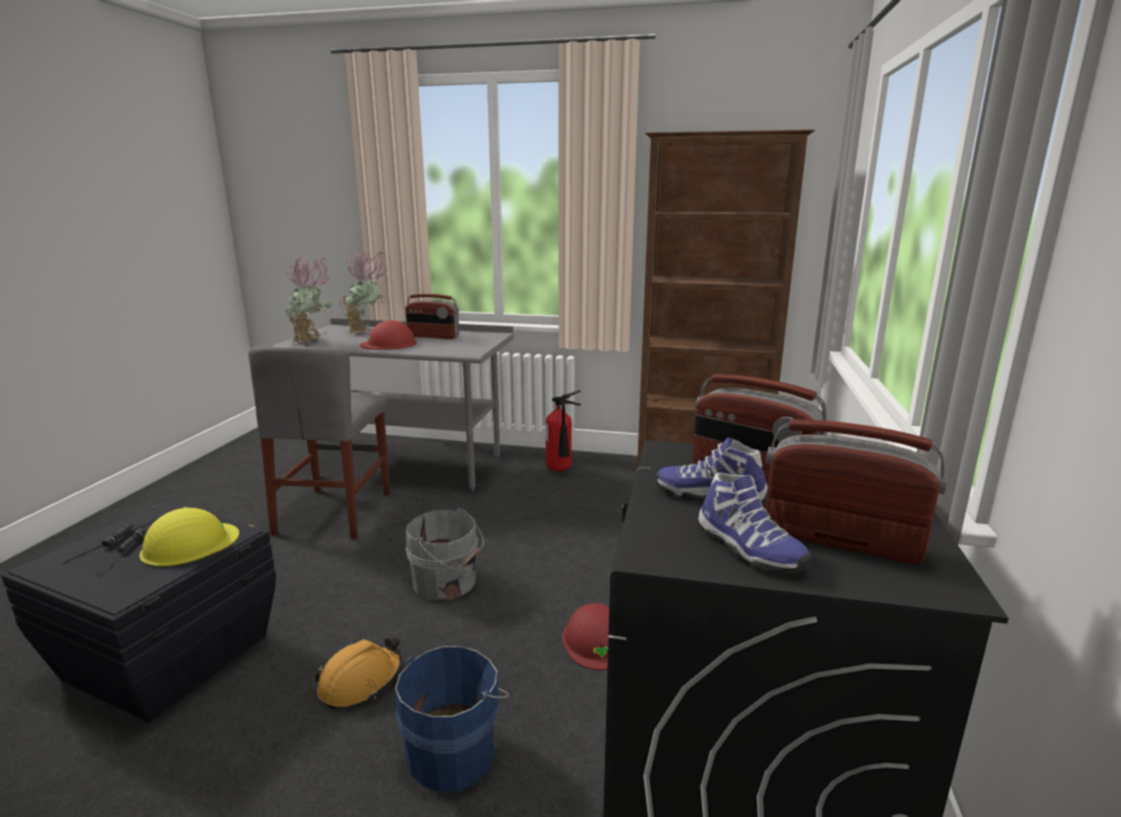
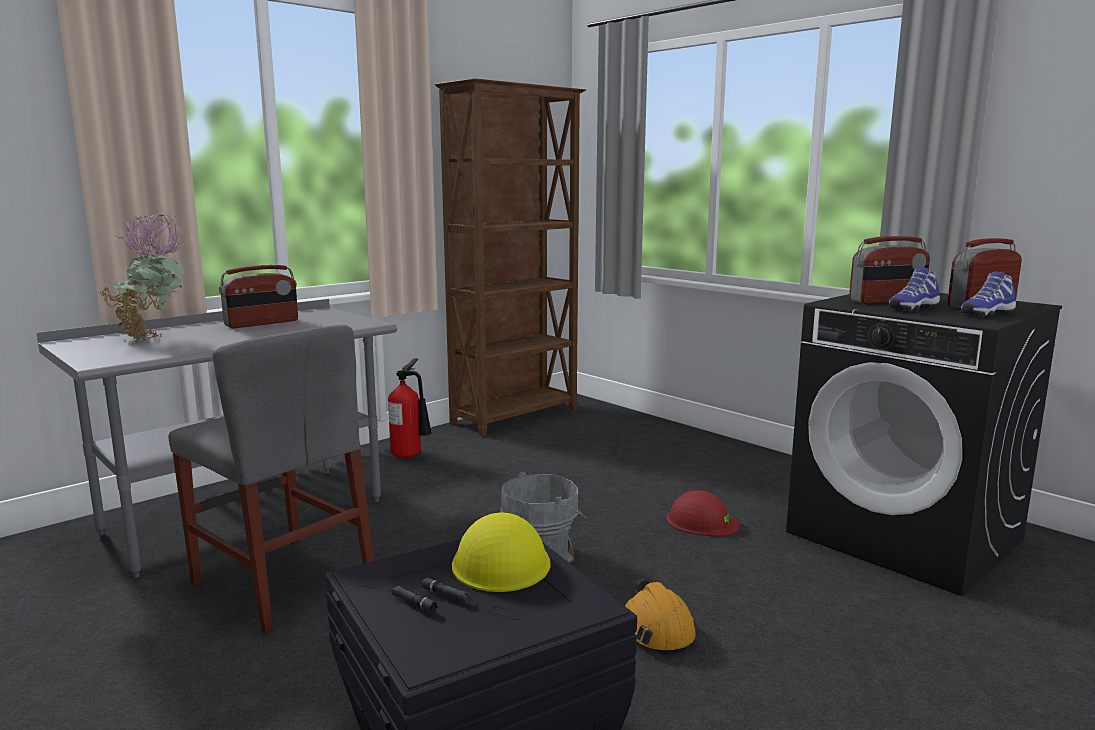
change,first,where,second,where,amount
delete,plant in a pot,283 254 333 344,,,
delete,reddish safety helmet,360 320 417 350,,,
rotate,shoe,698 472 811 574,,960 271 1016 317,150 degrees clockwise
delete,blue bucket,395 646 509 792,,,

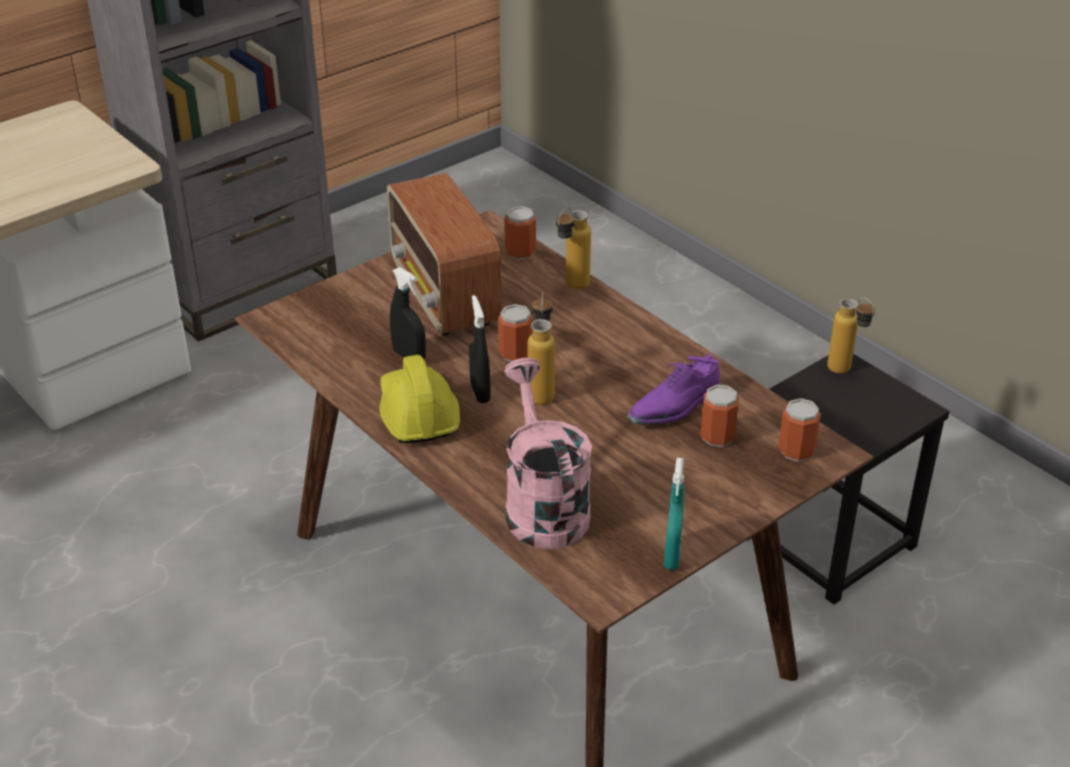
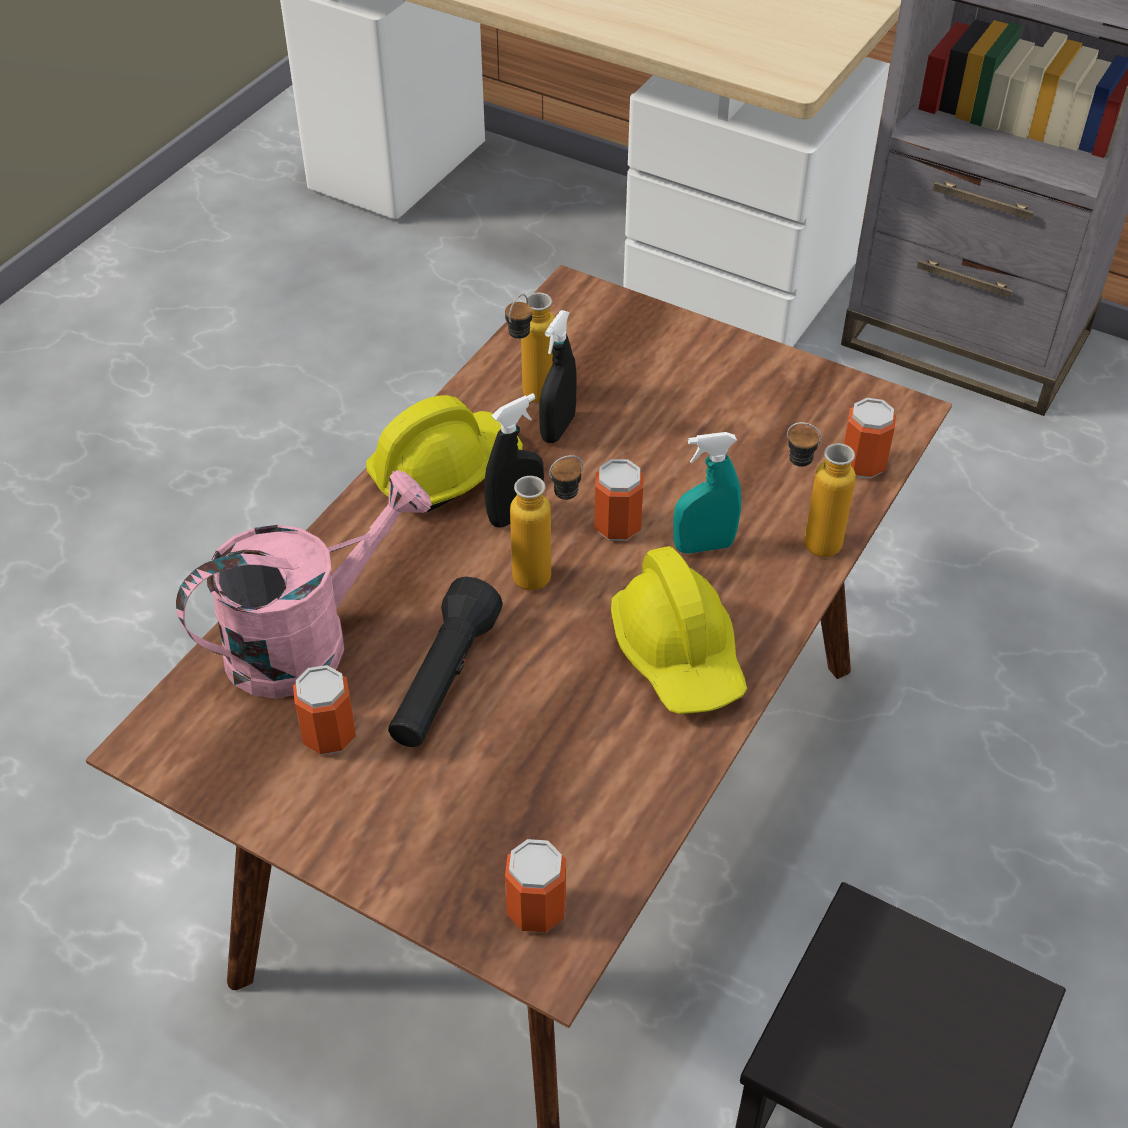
change,first,where,second,where,amount
delete,radio receiver,387 173 502 336,,,
move,bottle,827 298 875 374,,505 292 555 402,
delete,purplish shoe,627 353 720 425,,,
move,metal can,701 385 739 447,,293 665 356 755,
move,turquoise spray bottle,664 458 684 570,,673 432 741 554,
insert,,,yellowish safety helmet,611 546 747 714,
insert,,,blackish flashlight,388 577 503 747,

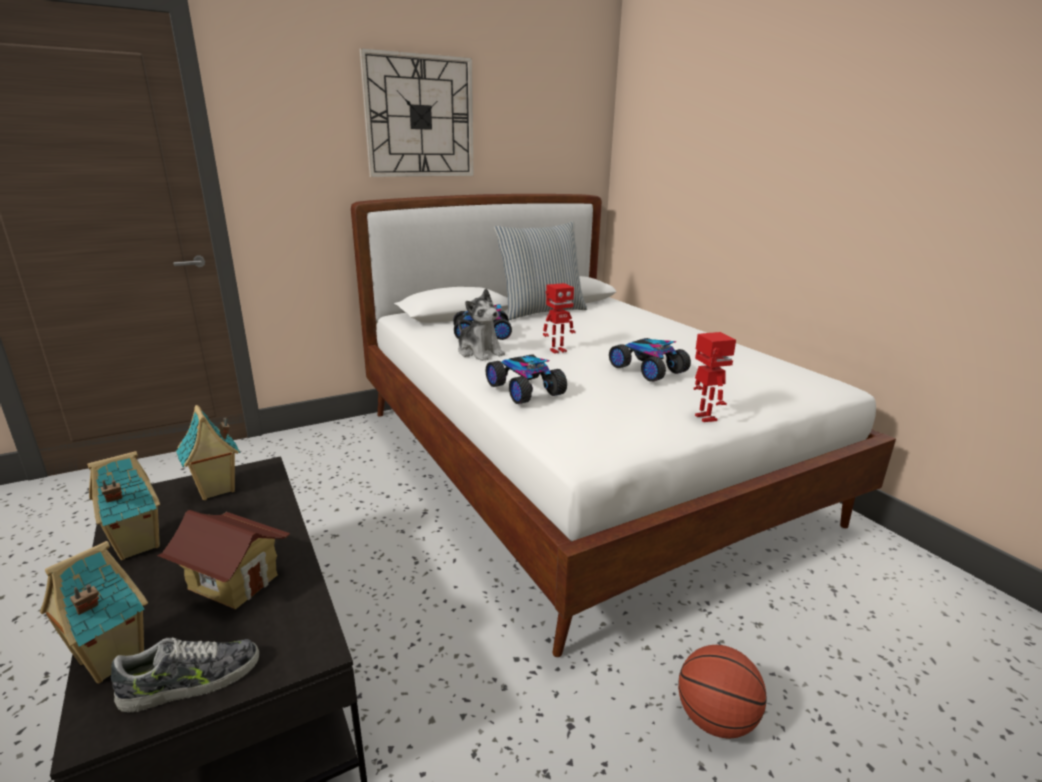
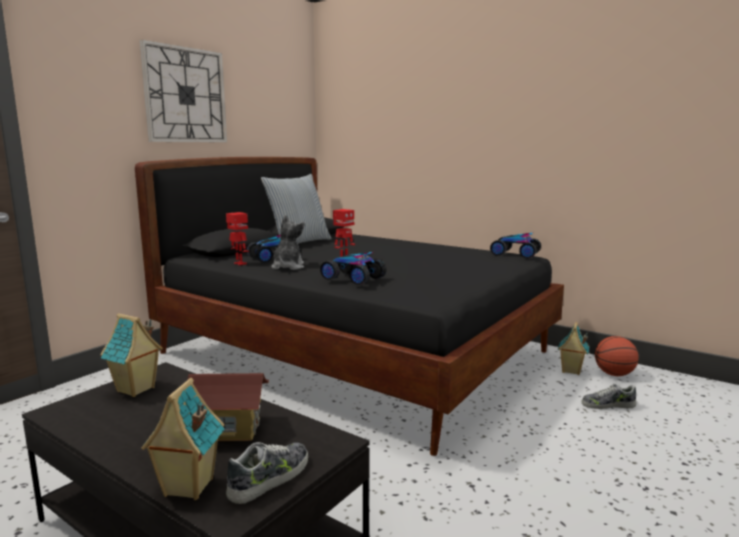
change,first,where,second,where,amount
recolor,whitish bed,351 194 896 657,blackish bed,135 157 564 456,
rotate,cuddly toy,458 289 505 361,,271 215 305 270,105 degrees counterclockwise
move,toy robot,693 332 736 422,,226 212 249 265,
move,miniature car,609 338 691 382,,490 233 541 259,
move,model house,87 451 160 560,,558 322 589 375,
move,basketball,678 645 767 739,,595 336 639 376,
insert,,,shoe,582 384 637 409,

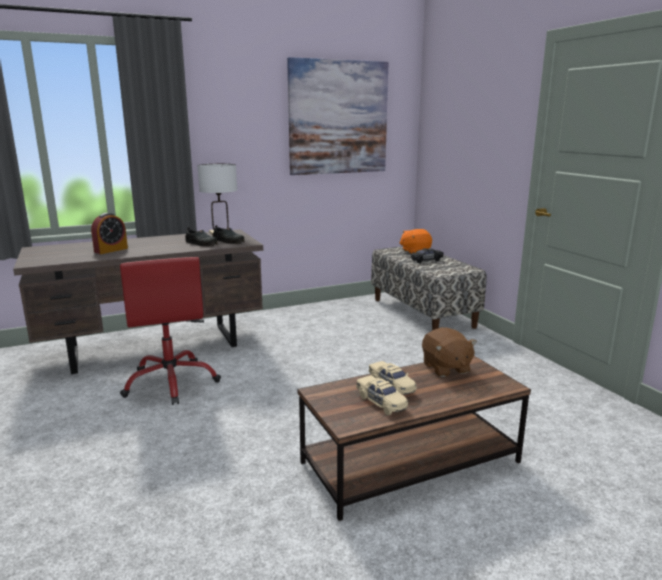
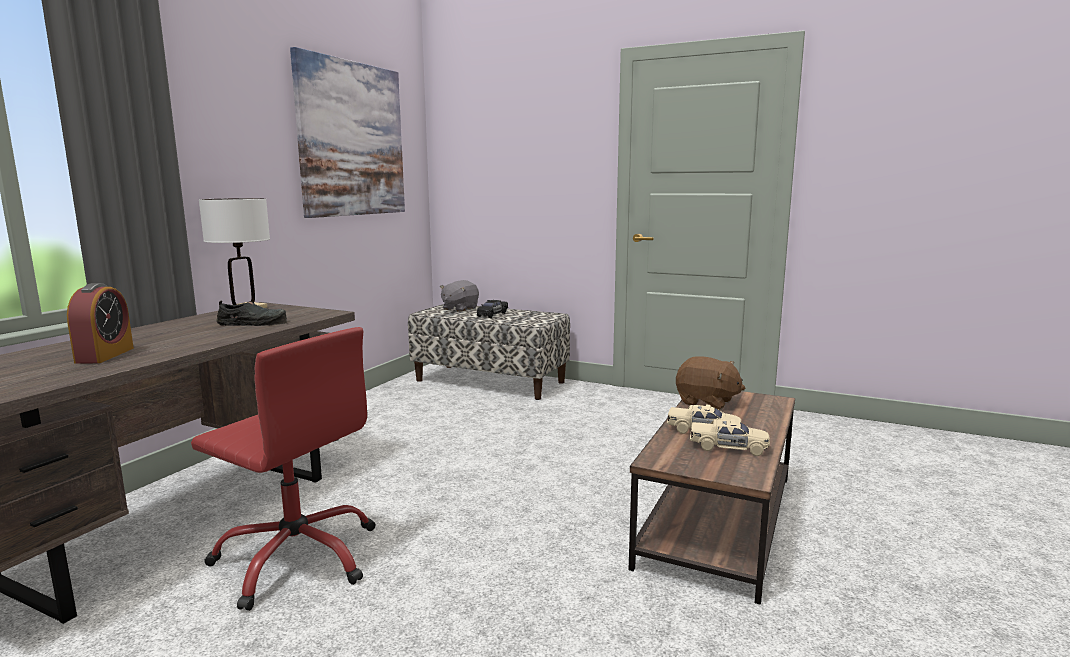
change,first,where,second,where,amount
delete,blackish shoe,213 225 244 244,,,
recolor,orange cuddly toy,400 229 432 254,gray cuddly toy,440 280 479 312,

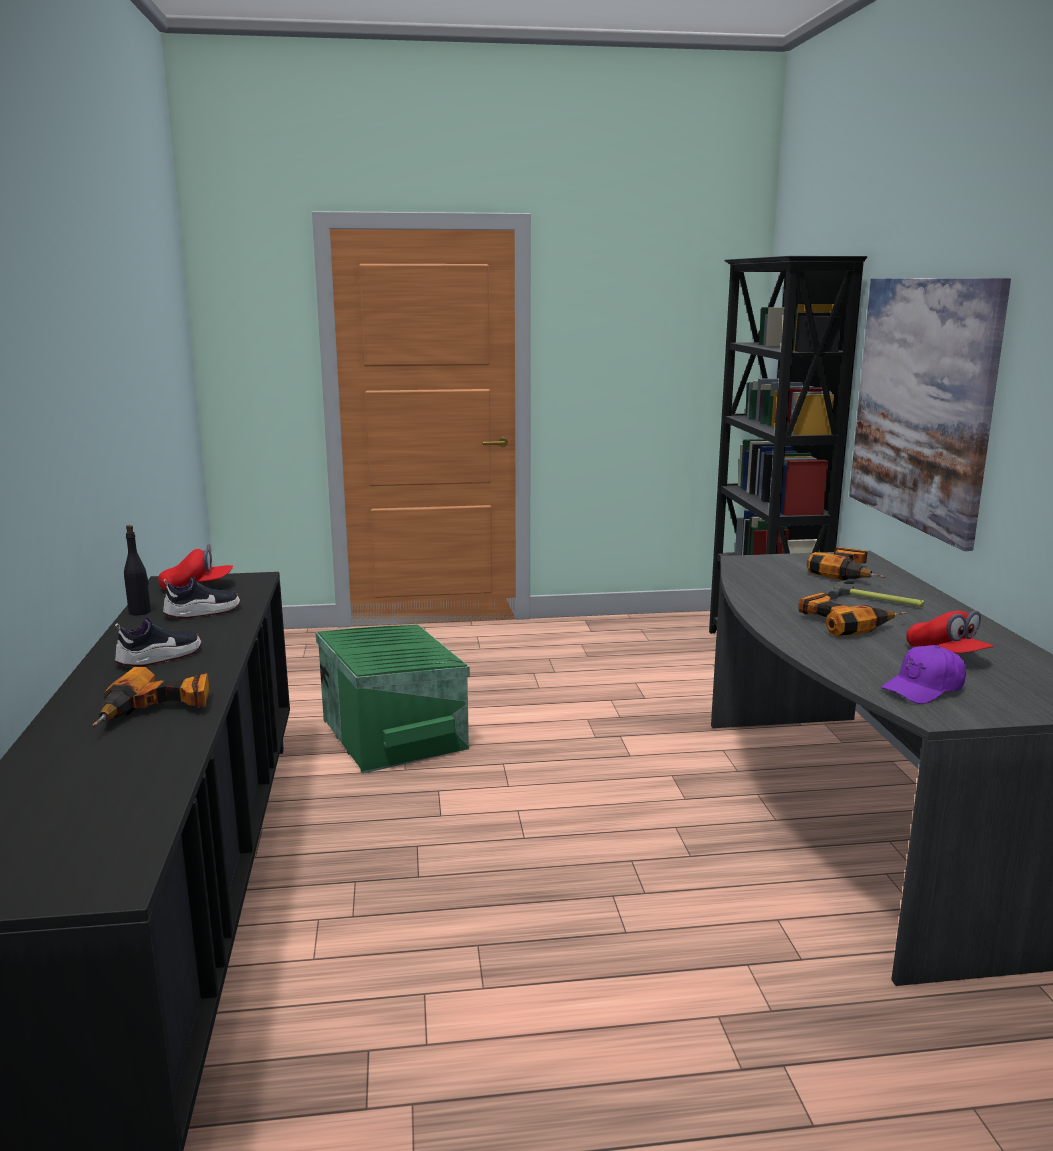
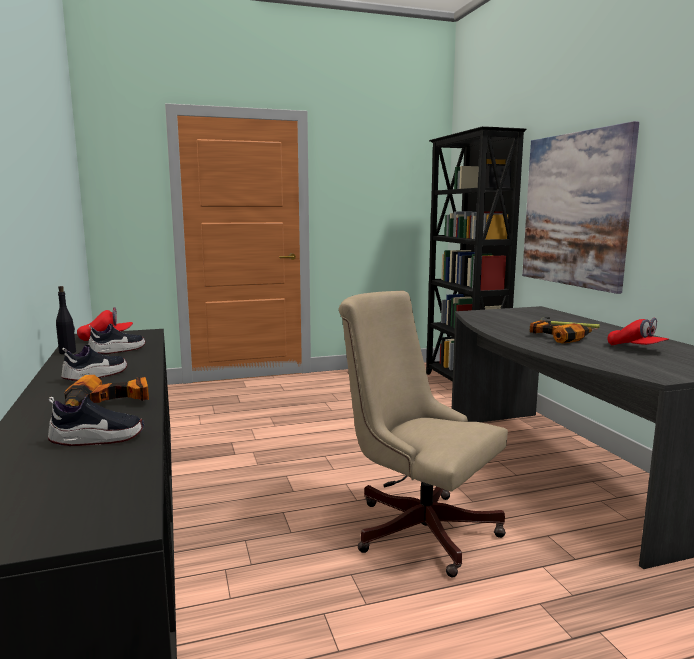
change,first,where,second,where,amount
delete,drill,807 547 885 580,,,
delete,greenish storage container,316 625 470 774,,,
delete,purplish peaked cap,881 645 966 704,,,
insert,,,beige office chair,339 291 508 577,
insert,,,shoe,48 395 144 446,

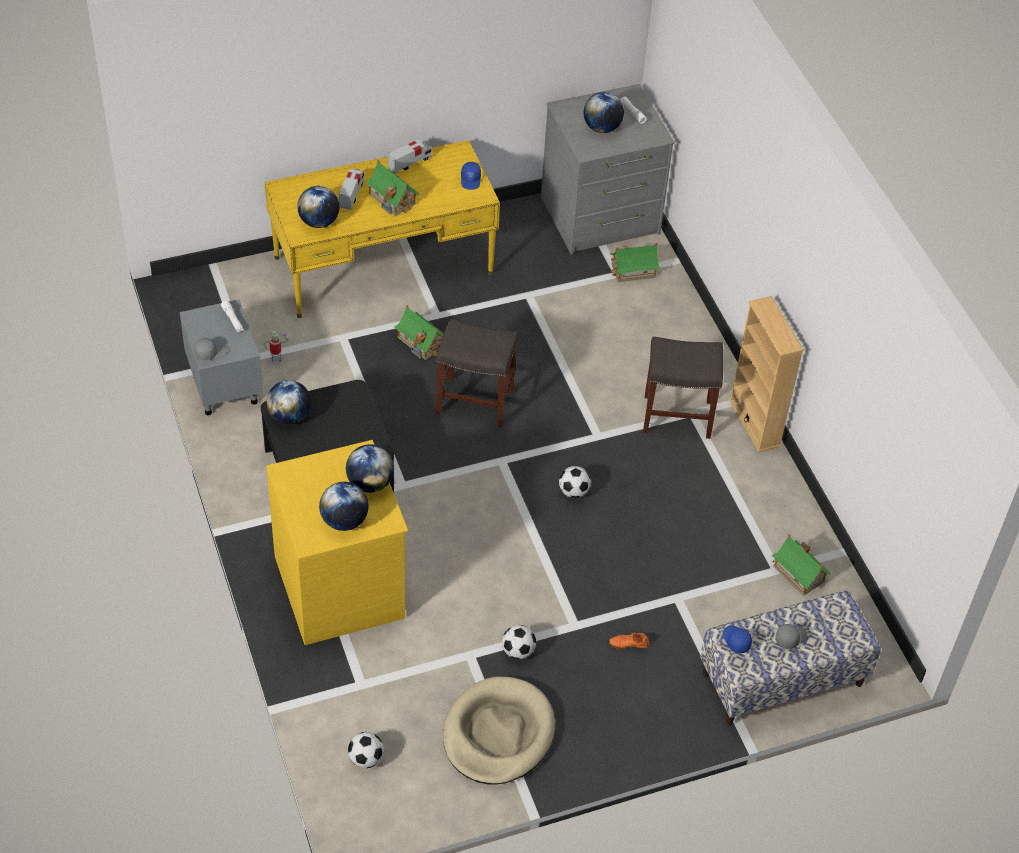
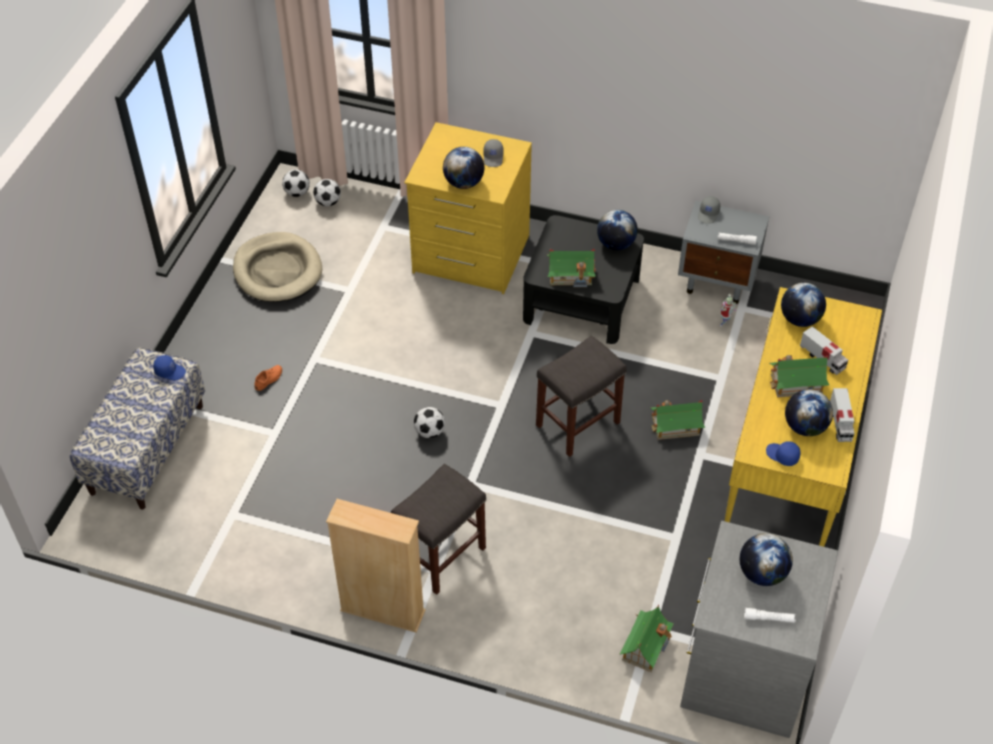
change,first,where,second,where,amount
move,world globe,319 482 369 531,,785 389 833 436,
move,model house,771 534 831 596,,547 249 596 287,
move,gray peaked cap,775 624 807 649,,484 139 503 167,
move,ball for football,502 625 536 659,,282 169 310 197,

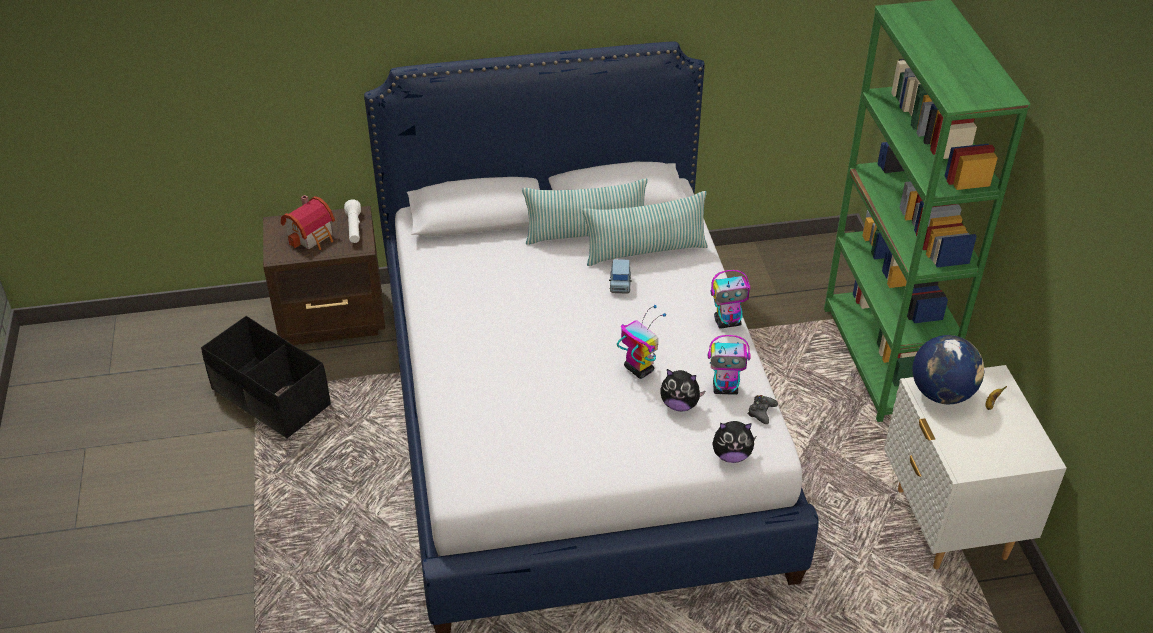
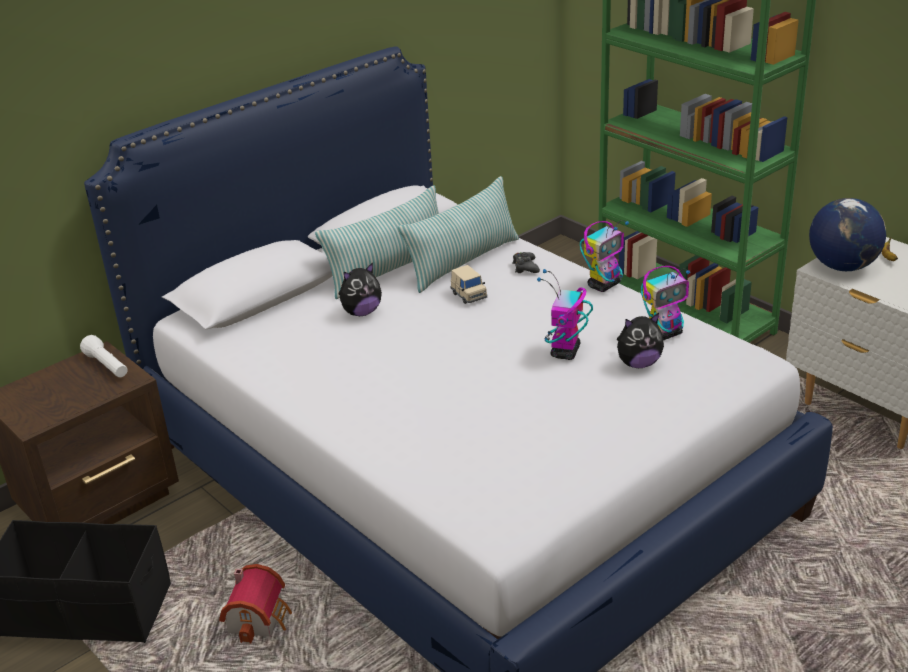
change,first,where,second,where,amount
move,model house,281 195 335 250,,219 564 292 644,
recolor,blue miniature car,609 259 632 294,beige miniature car,451 265 487 304,
rotate,toy robot,617 305 666 379,,537 269 593 360,90 degrees counterclockwise
move,blackish joypad,748 395 778 424,,512 252 540 273,
move,cuddly toy,712 421 756 463,,339 262 382 316,

